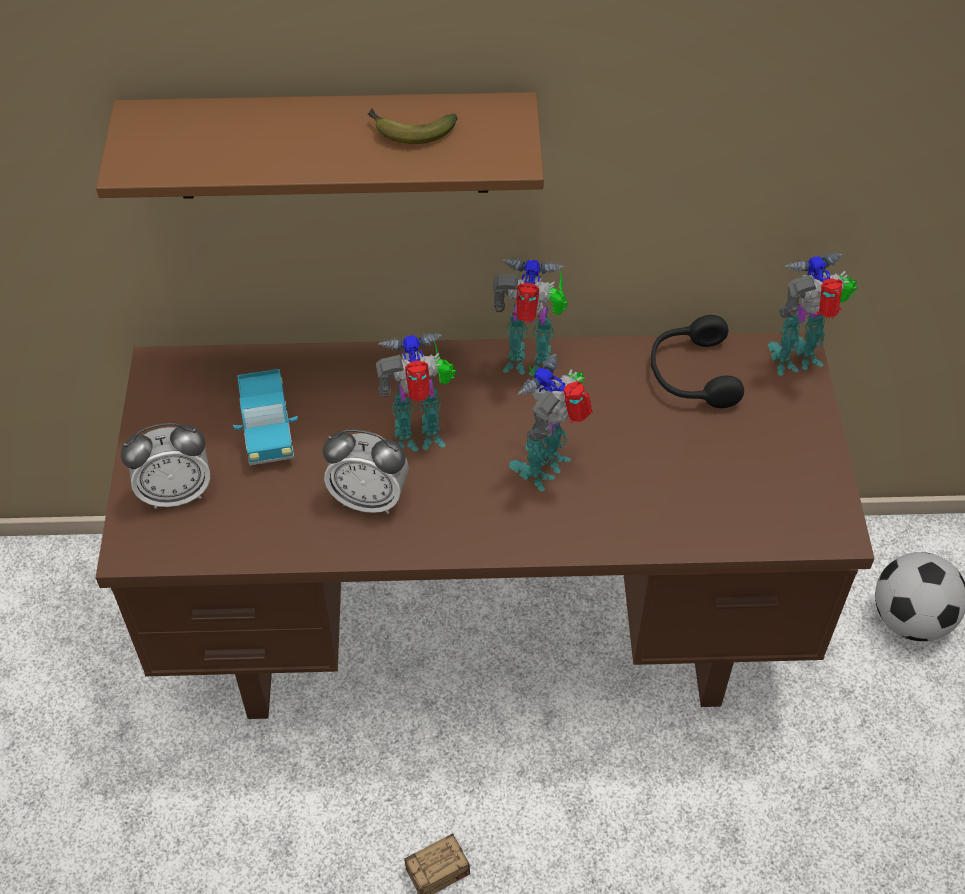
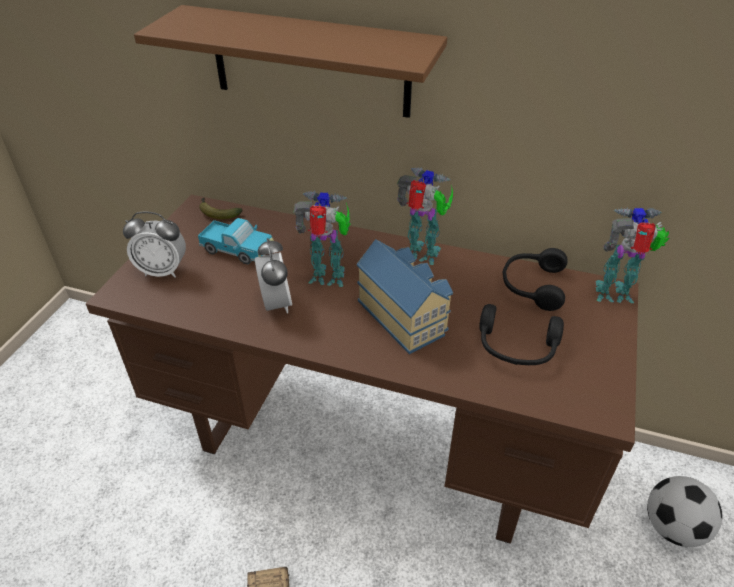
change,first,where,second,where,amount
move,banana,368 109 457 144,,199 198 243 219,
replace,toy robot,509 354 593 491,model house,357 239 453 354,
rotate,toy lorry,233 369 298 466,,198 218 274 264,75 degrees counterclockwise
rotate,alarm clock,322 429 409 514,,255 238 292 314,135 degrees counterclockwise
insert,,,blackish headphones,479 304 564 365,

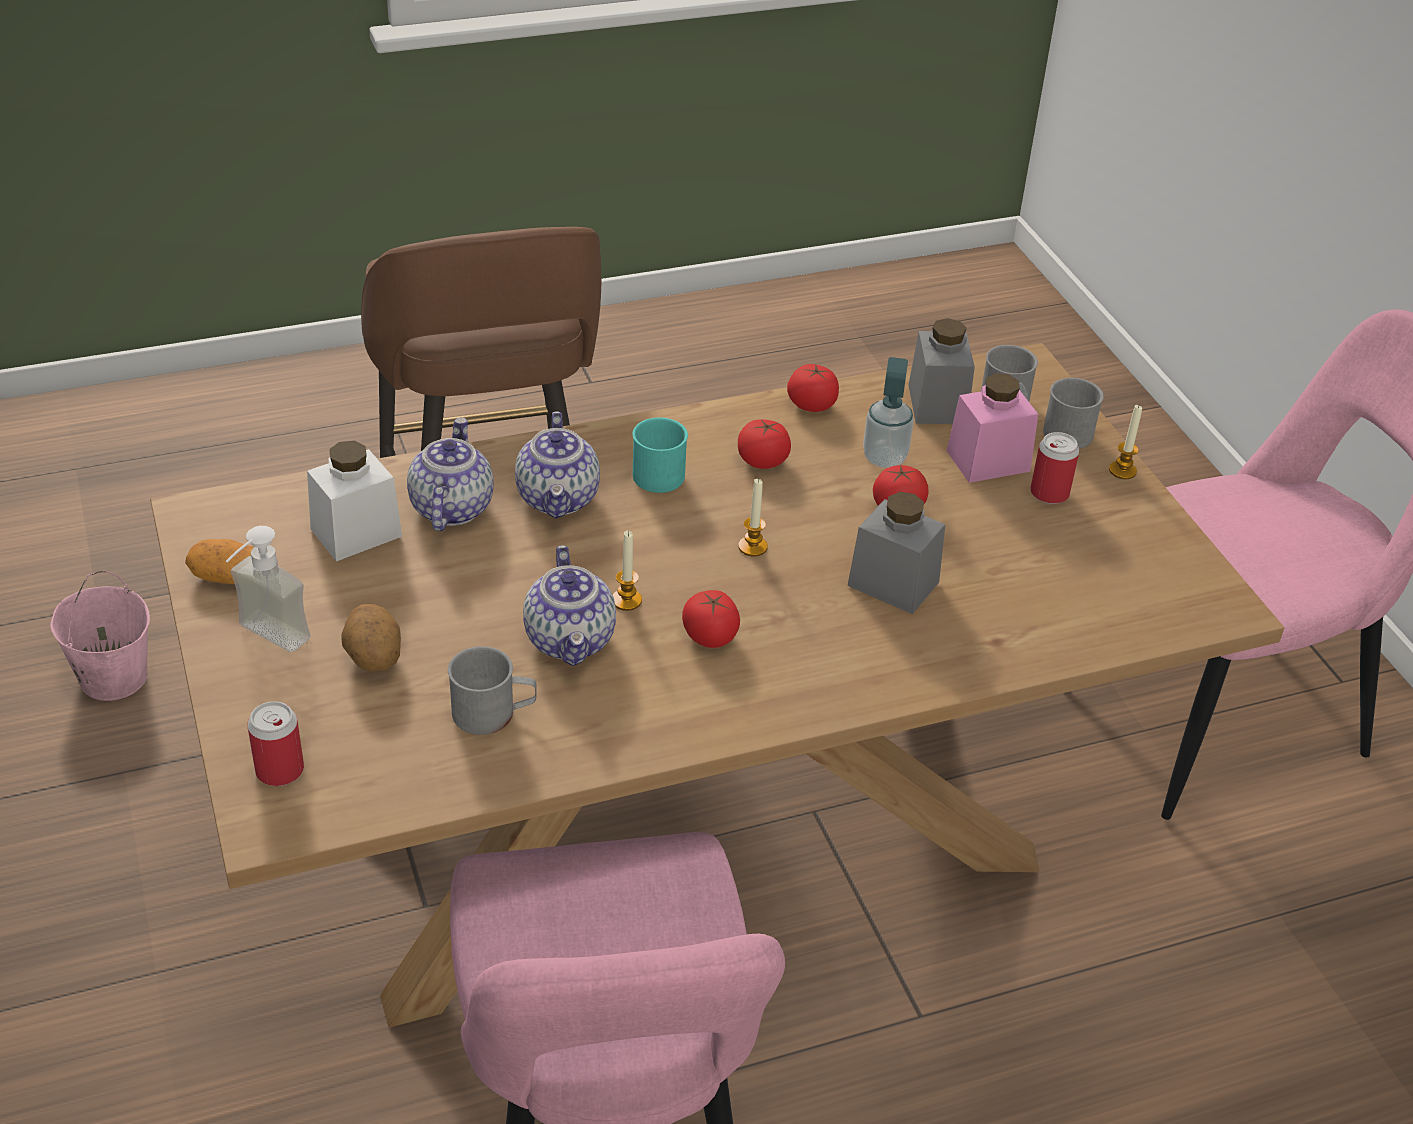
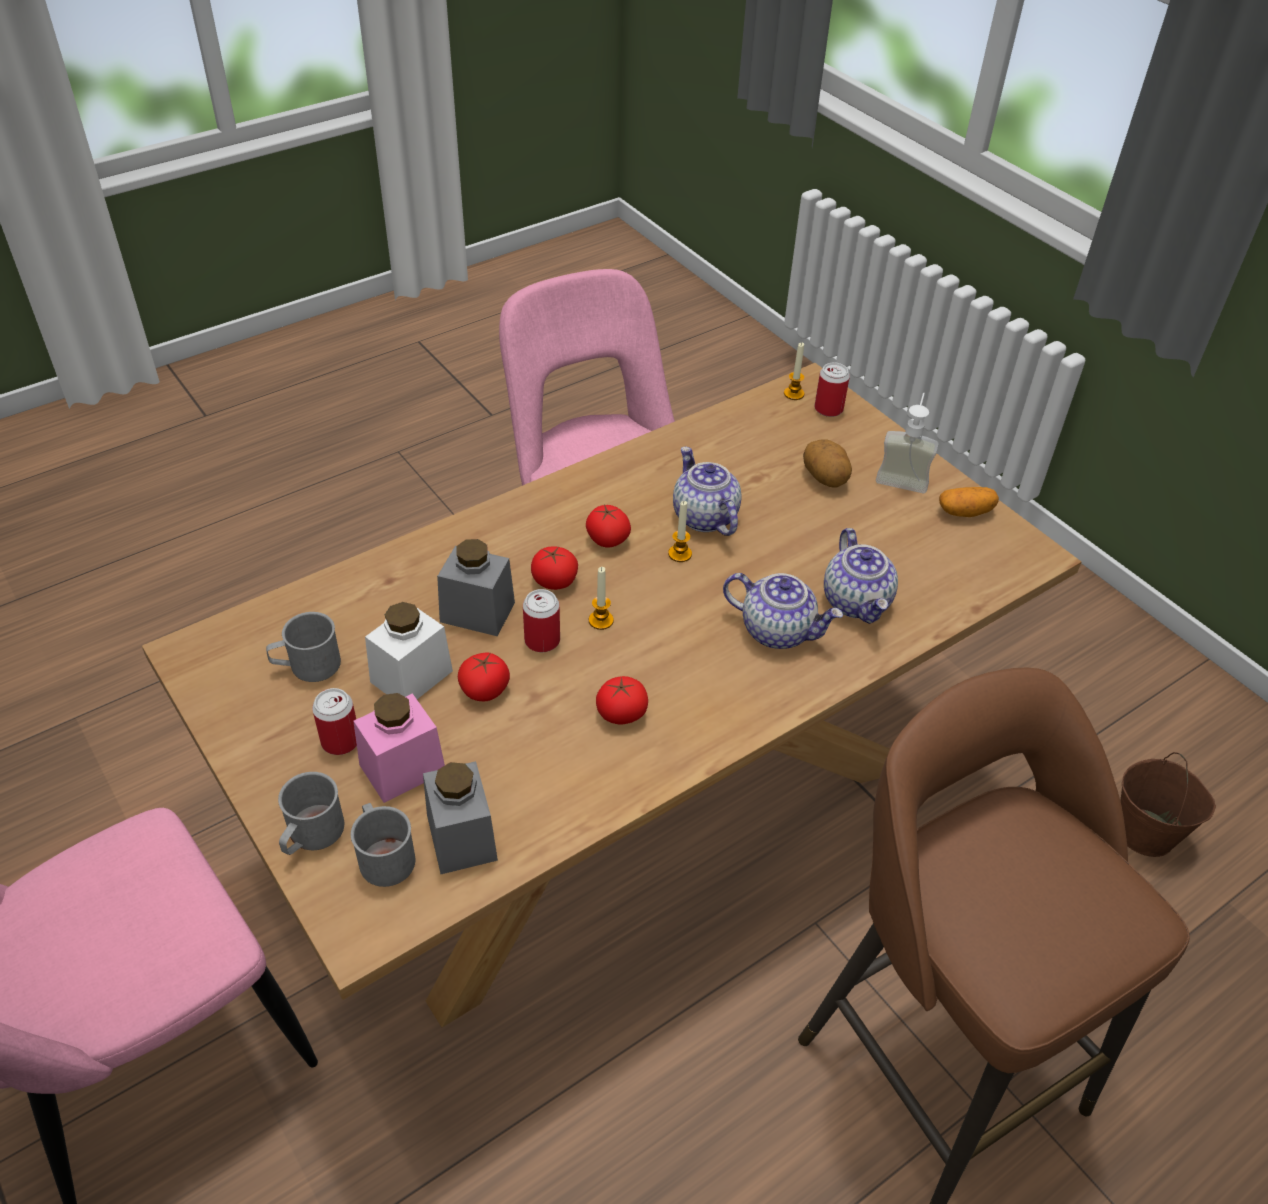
change,first,where,second,where,amount
delete,soap bottle,863 357 914 468,,,
move,tomato,787 364 839 412,,531 546 578 590,
move,wax light,1109 405 1142 479,,784 342 804 400,
rotate,teapot,515 412 600 519,,723 573 843 649,135 degrees clockwise
delete,turquoise coffee mug,632 417 688 493,,,
move,whitish jar,307 441 402 561,,365 602 453 699,
recolor,pinkish bucket,50 571 150 701,brown-coloured bucket,1120 752 1216 857,
move,gray coffee mug,448 646 537 735,,266 612 341 682,
insert,,,metal can,523 589 560 652,

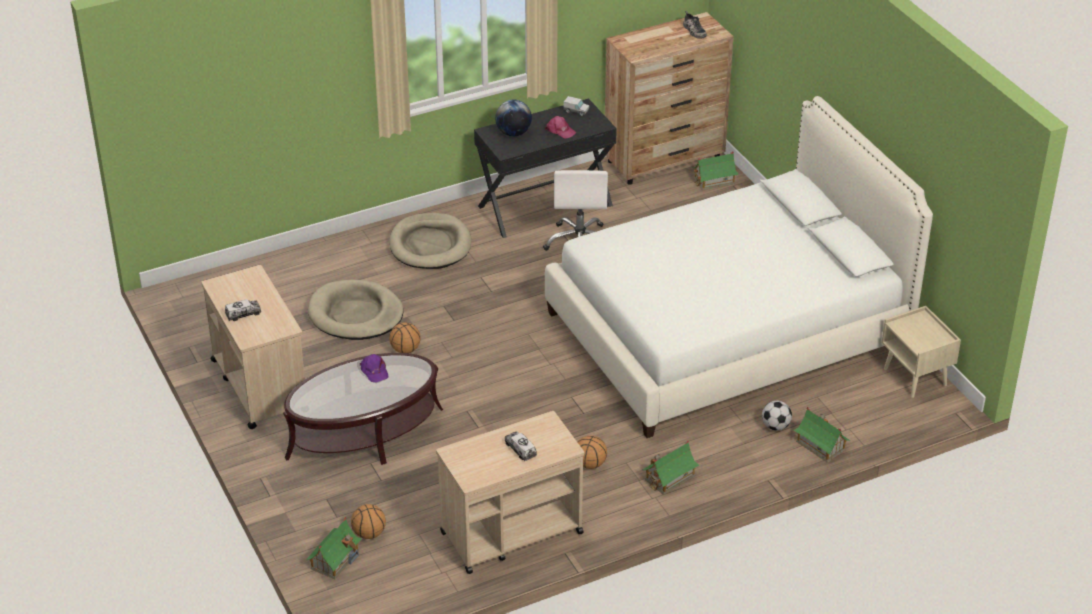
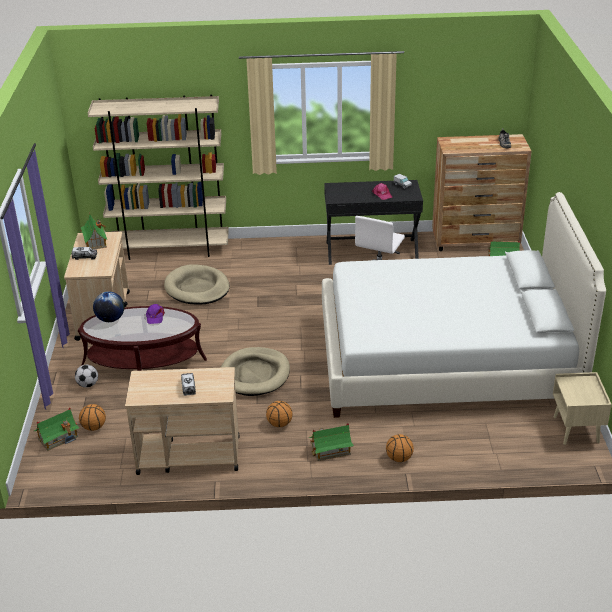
change,first,where,second,where,amount
move,world globe,495 100 532 136,,93 291 124 322,
move,beige dog cushion,390 213 472 269,,220 347 290 396,
move,basketball,389 322 421 353,,386 434 414 462,
move,ball for football,762 401 792 431,,75 365 98 388,
move,model house,794 407 851 463,,80 212 107 249,
insert,,,beige bookshelf,88 95 229 260,

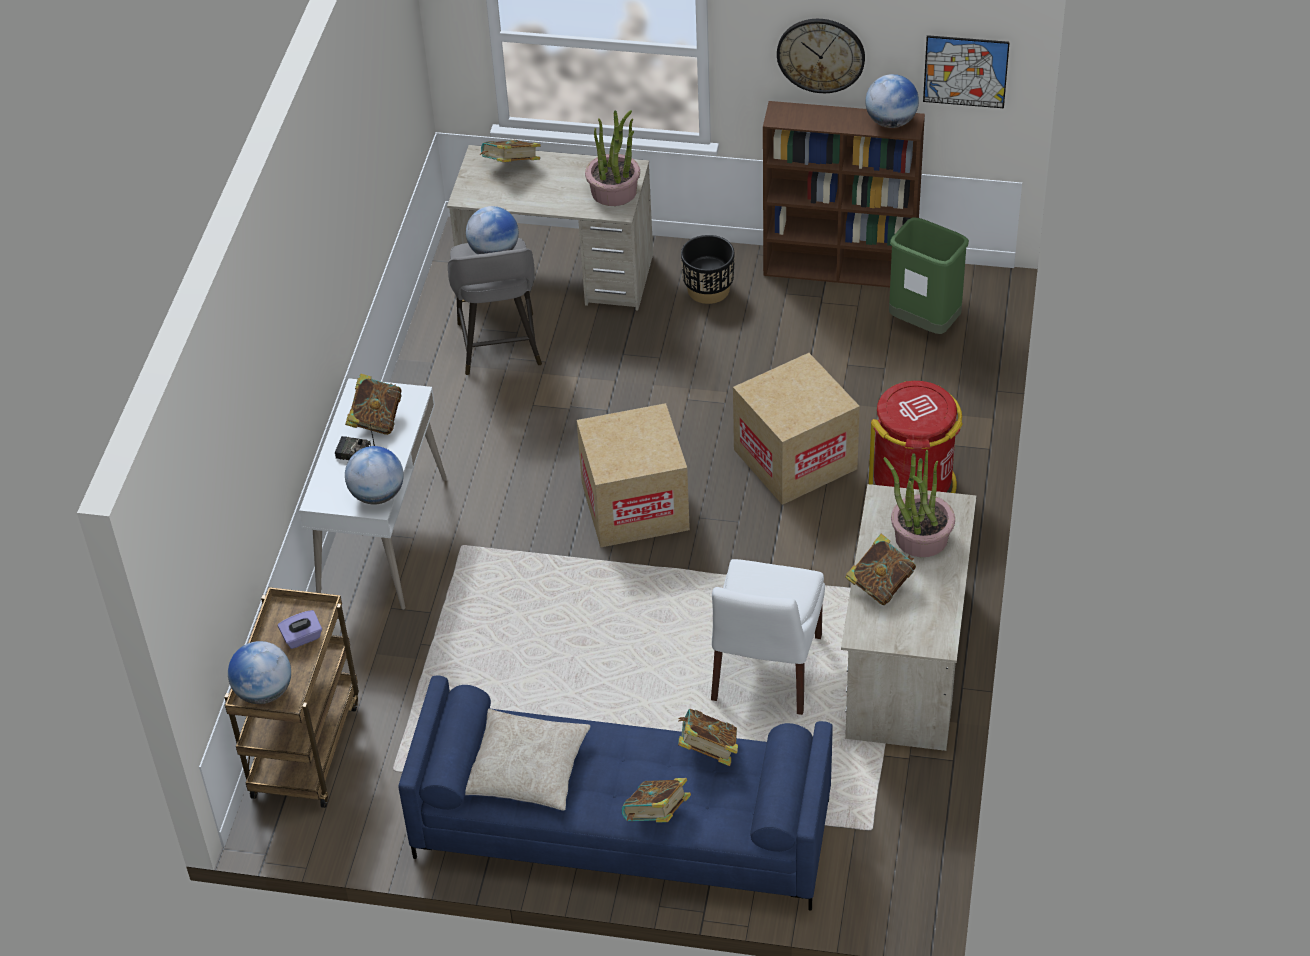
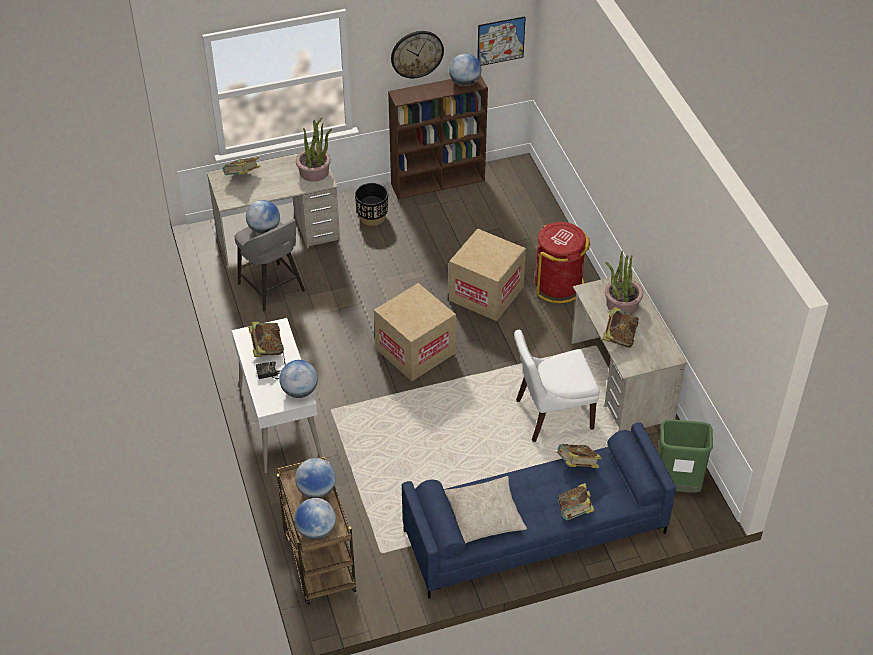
change,first,where,second,where,amount
move,greenish waste bin,889 217 969 334,,658 419 713 492,
rotate,whitish chair,711 559 825 715,,514 330 600 442,90 degrees clockwise
replace,purplish box of tissues,278 610 322 649,world globe,295 458 336 498,

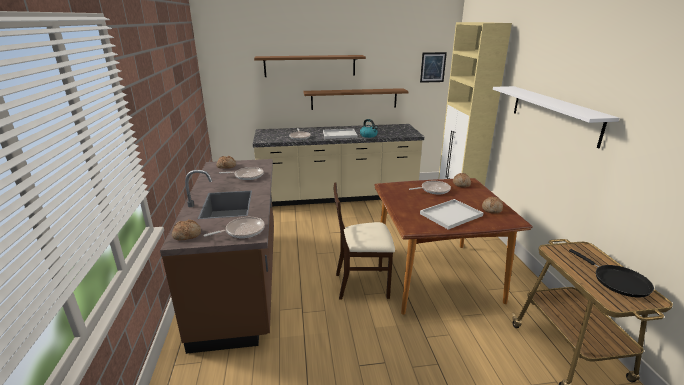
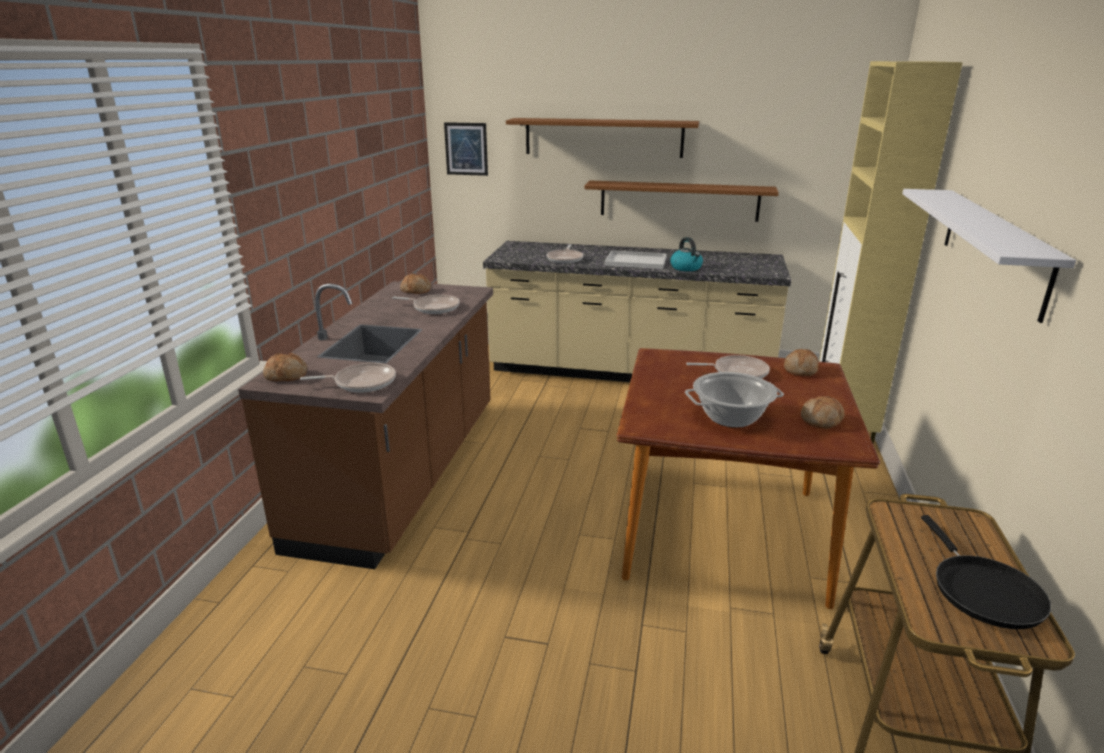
change,first,where,second,where,amount
move,wall picture,420 52 447 83,,444 122 488 176,
delete,beige chair,334 183 395 300,,,
replace,whitish serving tray,420 199 483 230,saucepot,685 372 784 428,

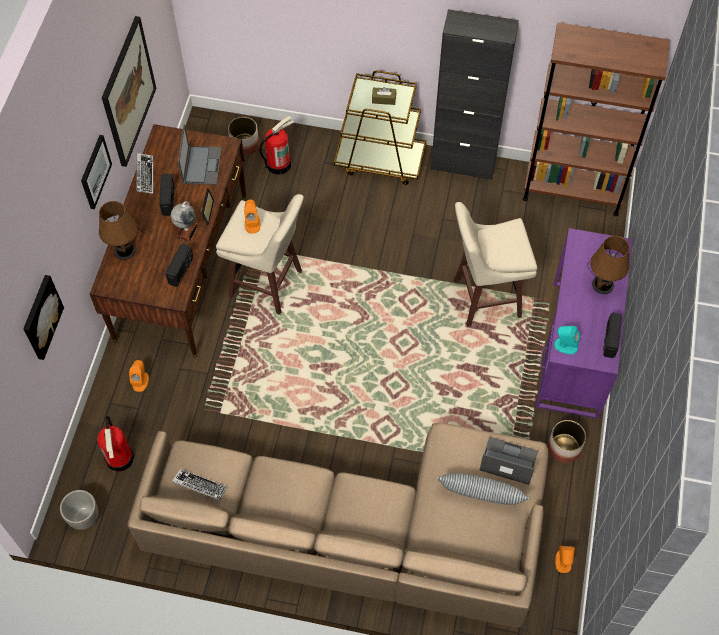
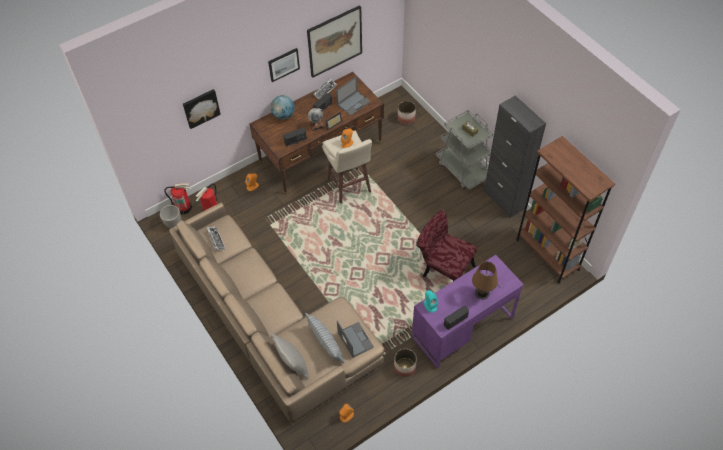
change,first,where,second,where,amount
recolor,brown-coloured trolley,334 70 426 185,gray trolley,436 109 493 190,
move,fire-fighting cylinder,259 116 294 175,,164 183 192 214,
replace,brown-coloured tabletop lamp,99 201 152 260,world globe,271 95 295 119,
replace,beige sitting stool,454 202 537 327,reddish chair,416 210 477 281,
insert,,,gray pillow,271 333 309 379,

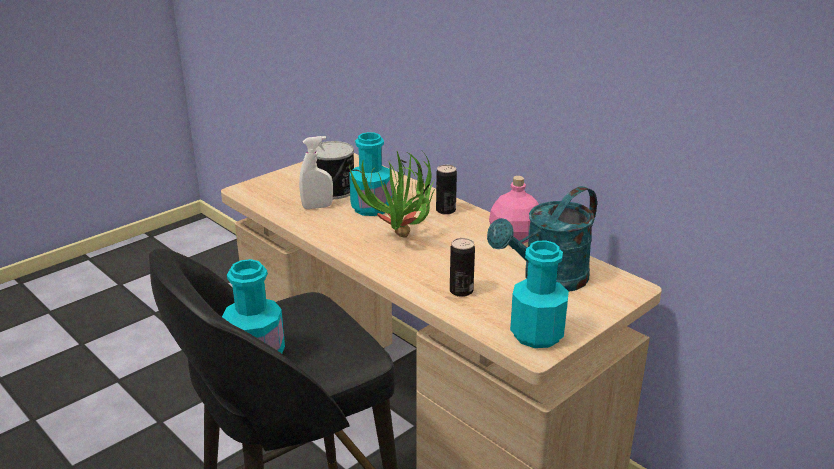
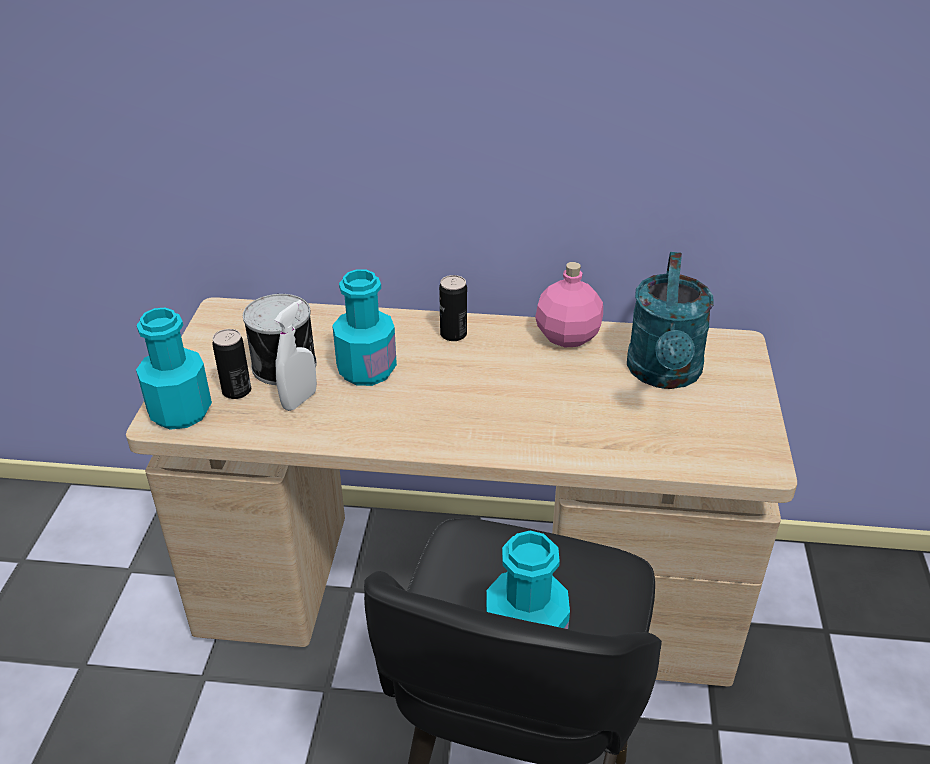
change,first,where,second,where,amount
delete,plant in a pot,349 151 437 238,,,
move,metal can,450 238 475 297,,212 329 251 399,
move,turquoise bottle,510 240 569 348,,136 308 212 430,

